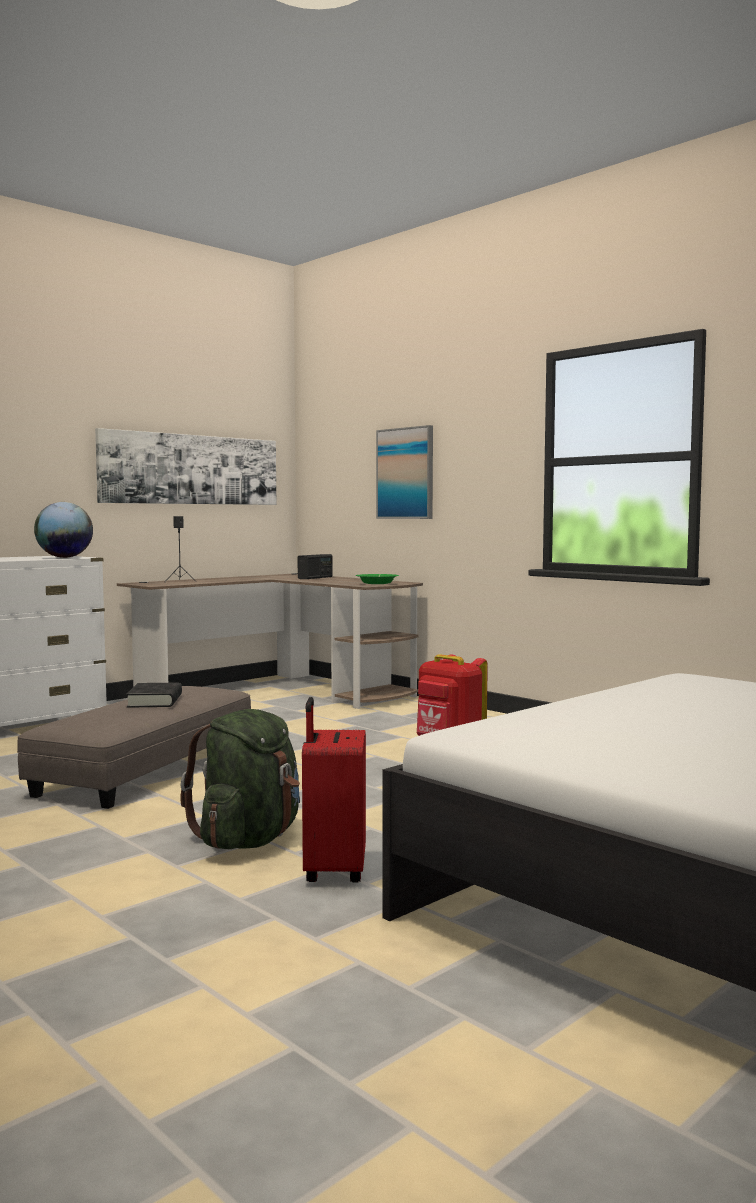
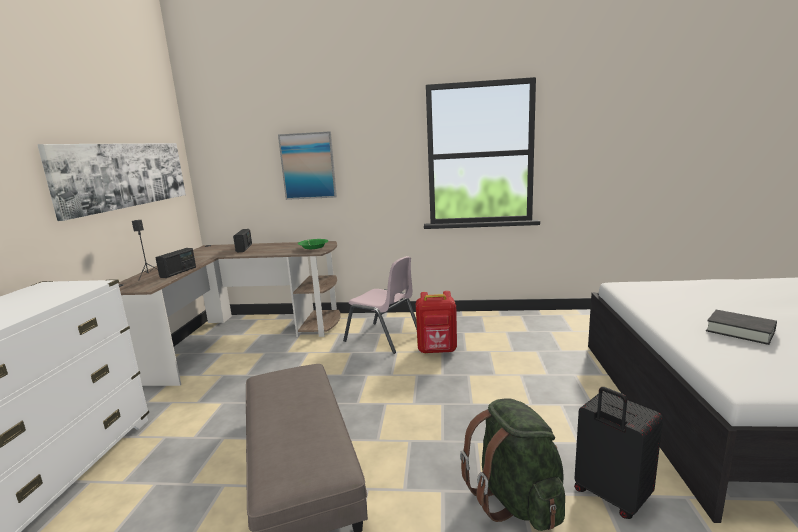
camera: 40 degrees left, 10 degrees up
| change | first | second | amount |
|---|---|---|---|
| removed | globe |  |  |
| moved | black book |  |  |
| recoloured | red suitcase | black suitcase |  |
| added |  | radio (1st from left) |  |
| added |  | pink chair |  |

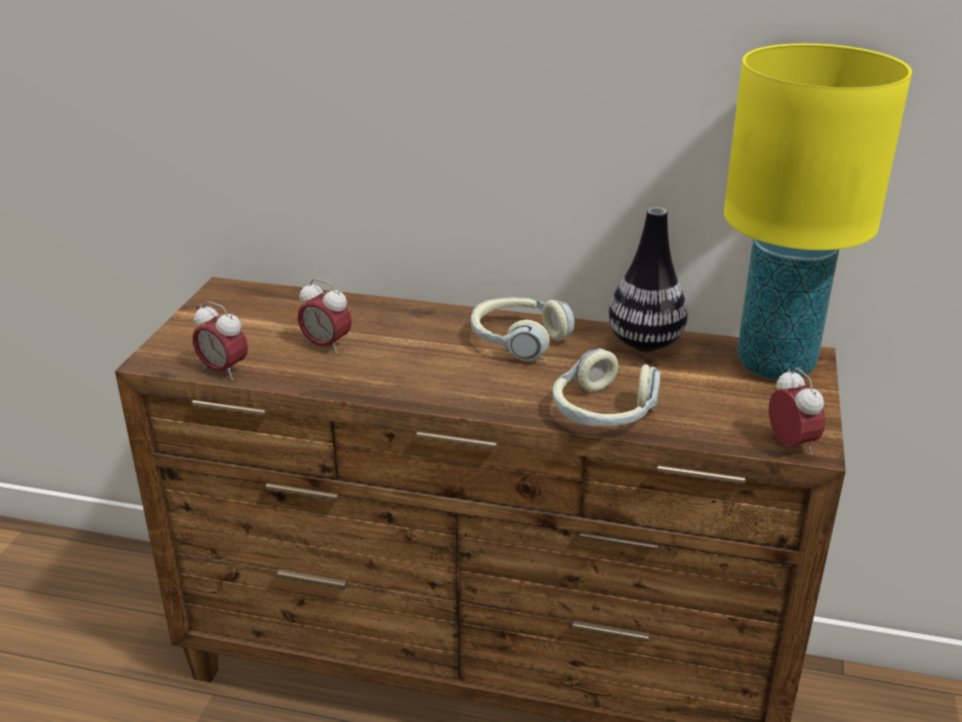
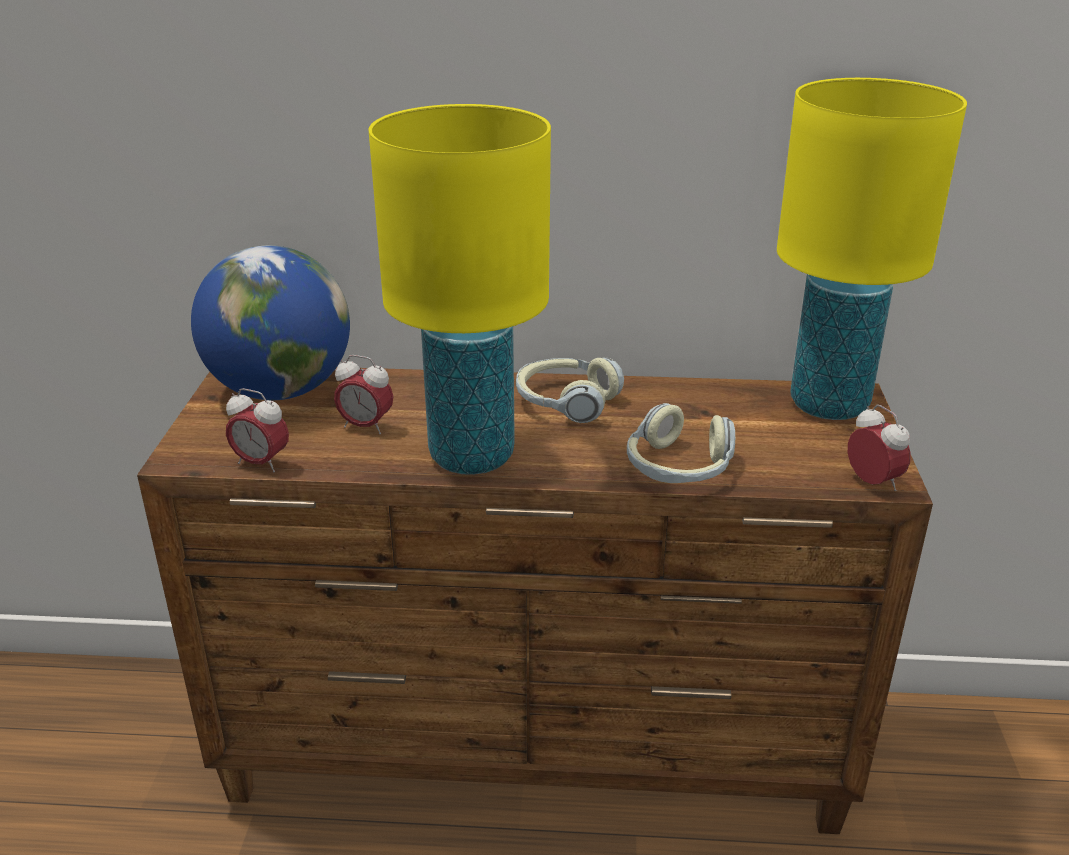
camera: 10 degrees left, 0 degrees up
| change | first | second | amount |
|---|---|---|---|
| removed | vase |  |  |
| added |  | yellow table lamp (1st from left) |  |
| added |  | globe |  |

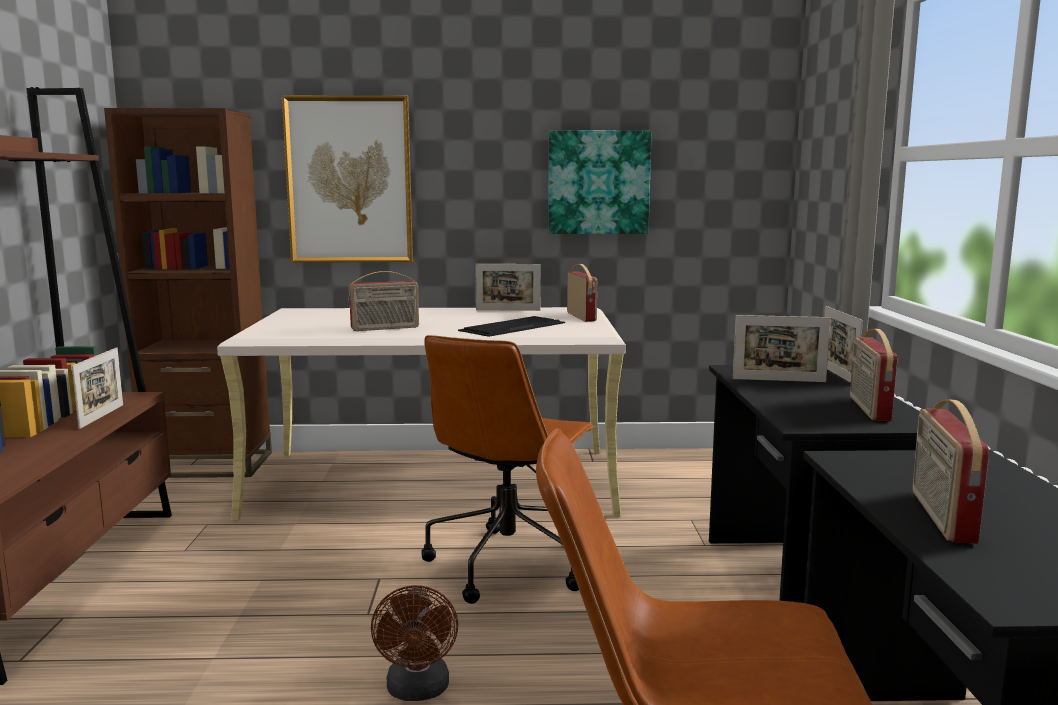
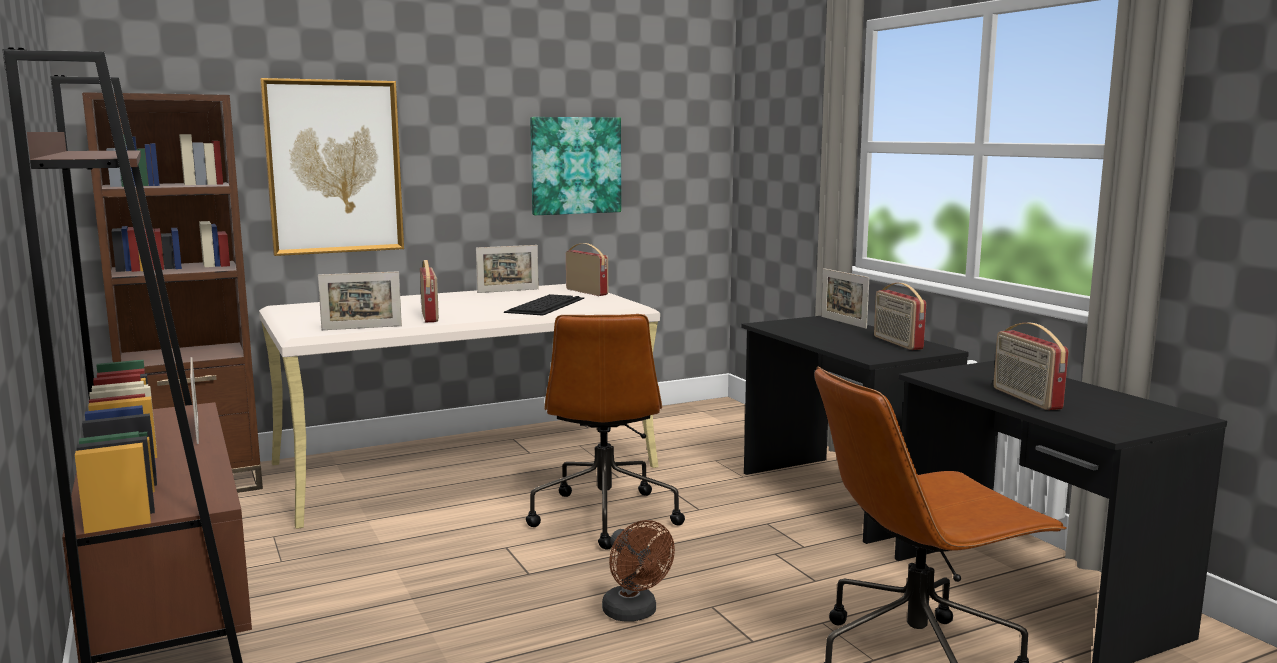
camera: 25 degrees left, 0 degrees up
| change | first | second | amount |
|---|---|---|---|
| turned | radio (1st from left) |  | 60 degrees counterclockwise |
| moved | picture frame (3rd from left in the first image) | picture frame (2nd from left) |  |

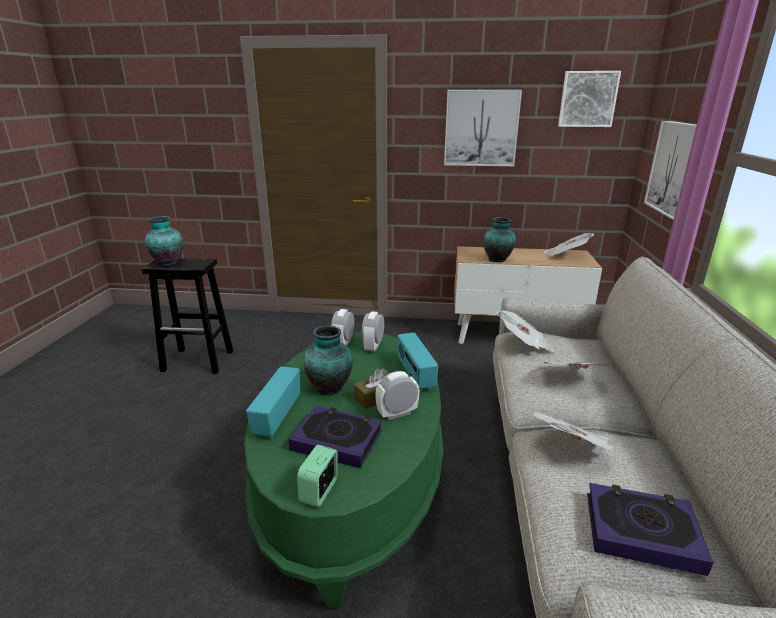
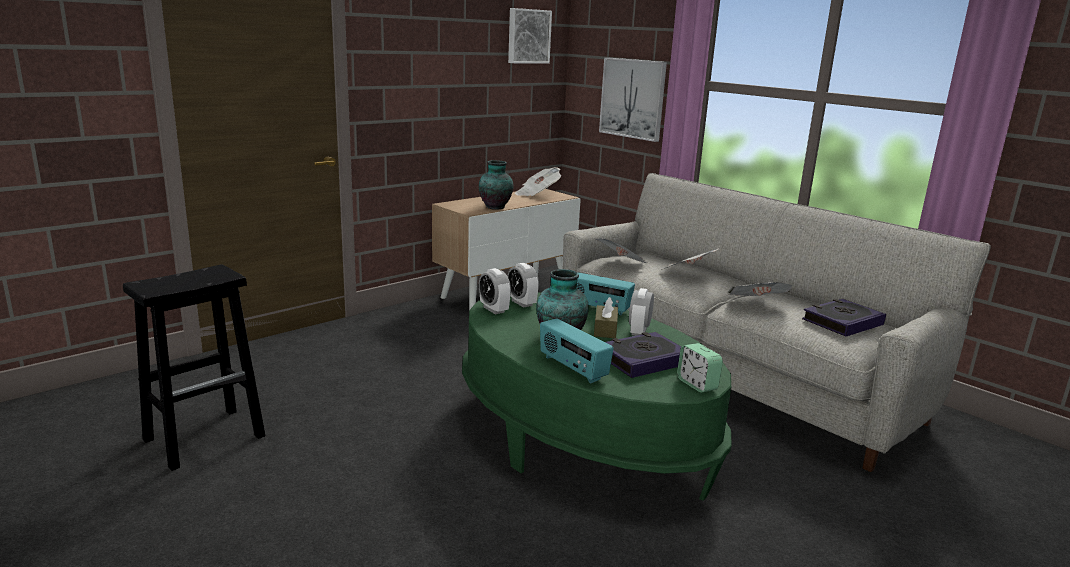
camera: 50 degrees left, 5 degrees down
| change | first | second | amount |
|---|---|---|---|
| removed | picture (1st from left) |  |  |
| removed | vase (1st from left) |  |  |

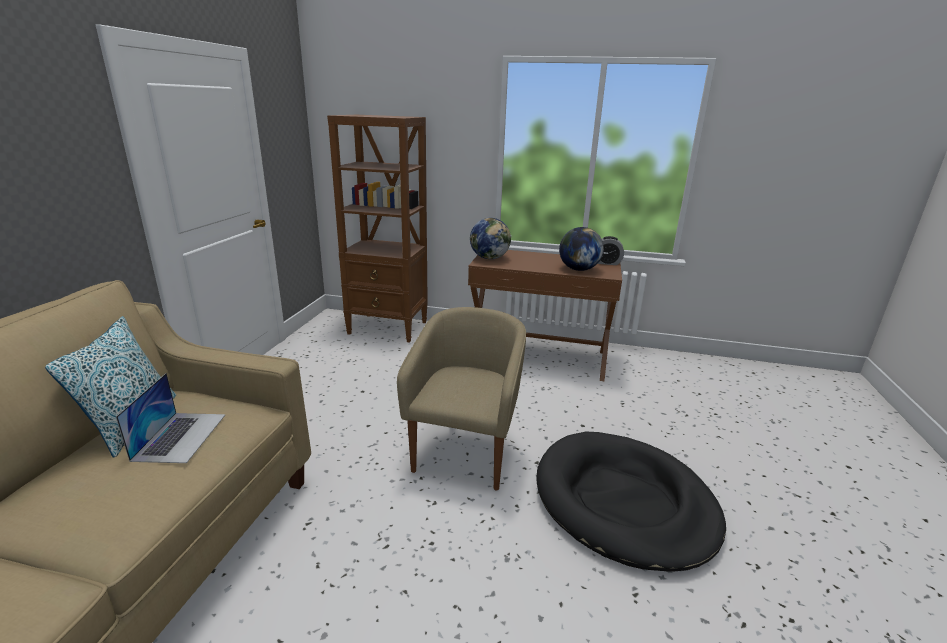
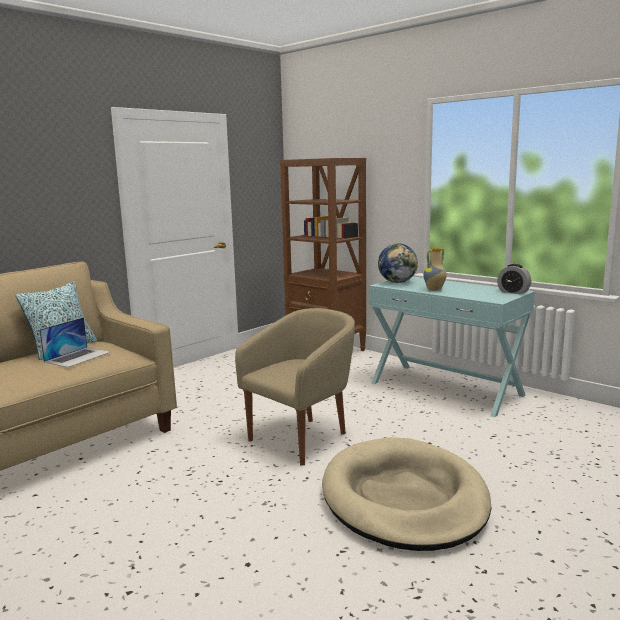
camera: 30 degrees right, 10 degrees down
| change | first | second | amount |
|---|---|---|---|
| removed | globe (2nd from left) |  |  |
| recoloured | brown console table | turquoise console table |  |
| recoloured | black dog bed | beige dog bed |  |
| added |  | vase |  |

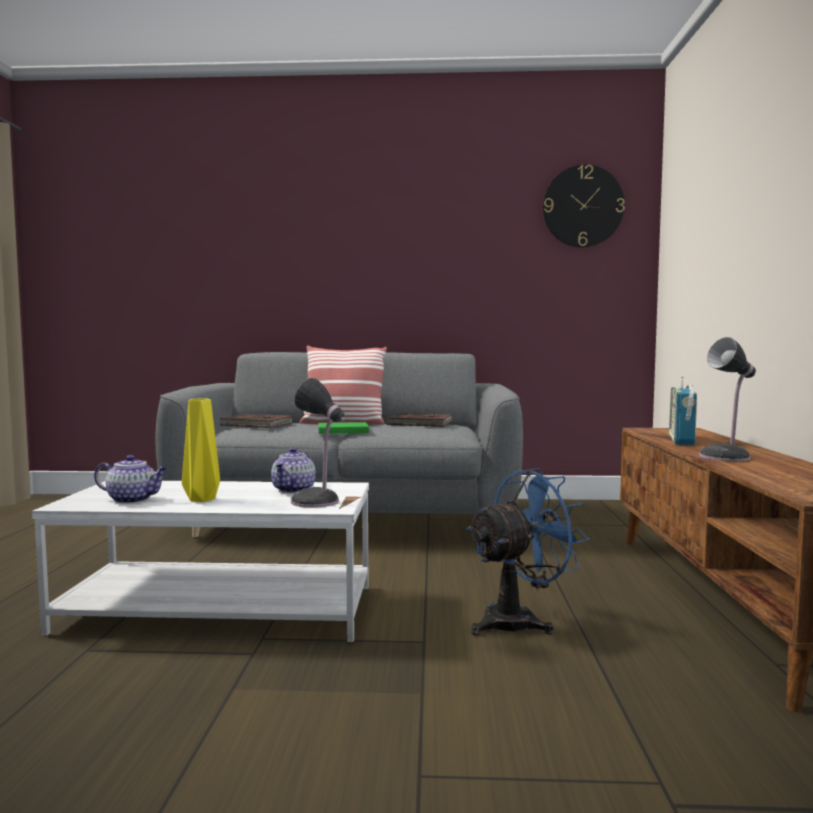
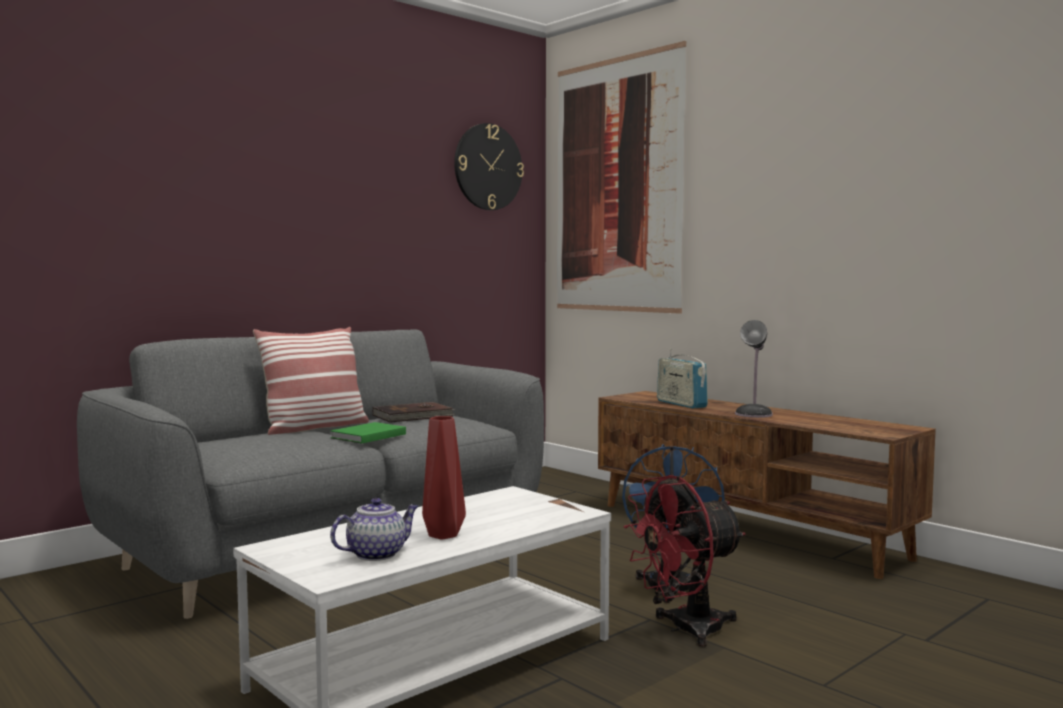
camera: 45 degrees left, 0 degrees up
| change | first | second | amount |
|---|---|---|---|
| removed | table lamp (1st from left) |  |  |
| recoloured | yellow vase | red vase |  |
| removed | brown book (1st from left) |  |  |
| removed | teapot (2nd from left) |  |  |
| added |  | picture |  |
| added |  | red fan |  |

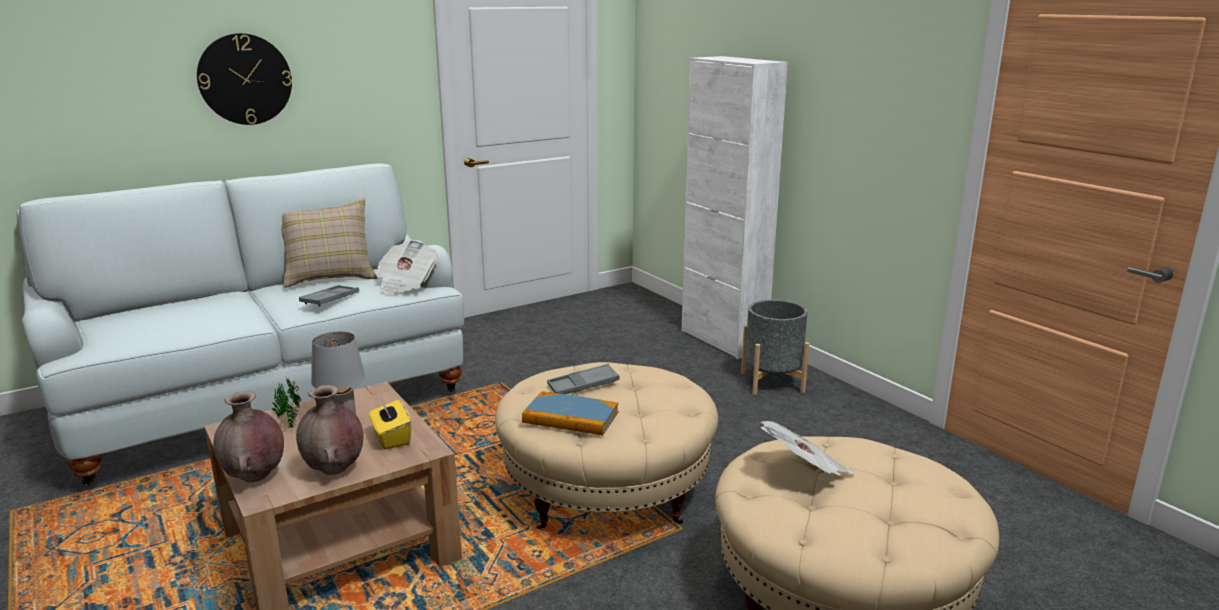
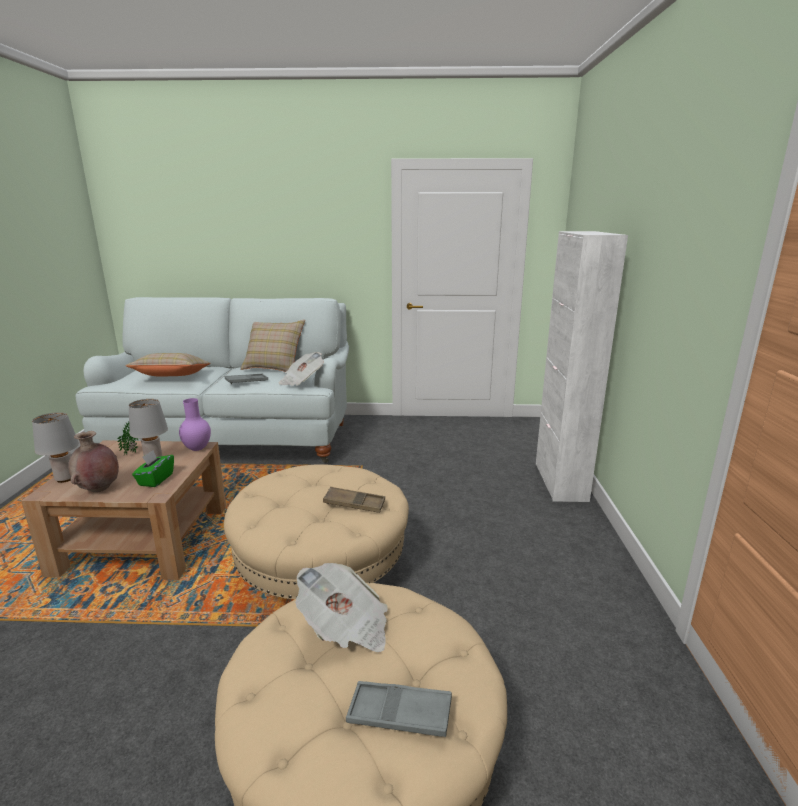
camera: 35 degrees right, 0 degrees up
| change | first | second | amount |
|---|---|---|---|
| removed | wall clock |  |  |
| removed | grey planter |  |  |
| moved | grey tray (2nd from left) |  |  |
| replaced | brown vase (1st from left) | grey table lamp (1st from left) |  |
| removed | book |  |  |
| recoloured | yellow tissue box | green tissue box |  |
| added |  | beige pillow (1st from left) |  |
| added |  | purple vase |  |
| added |  | brown tray |  |

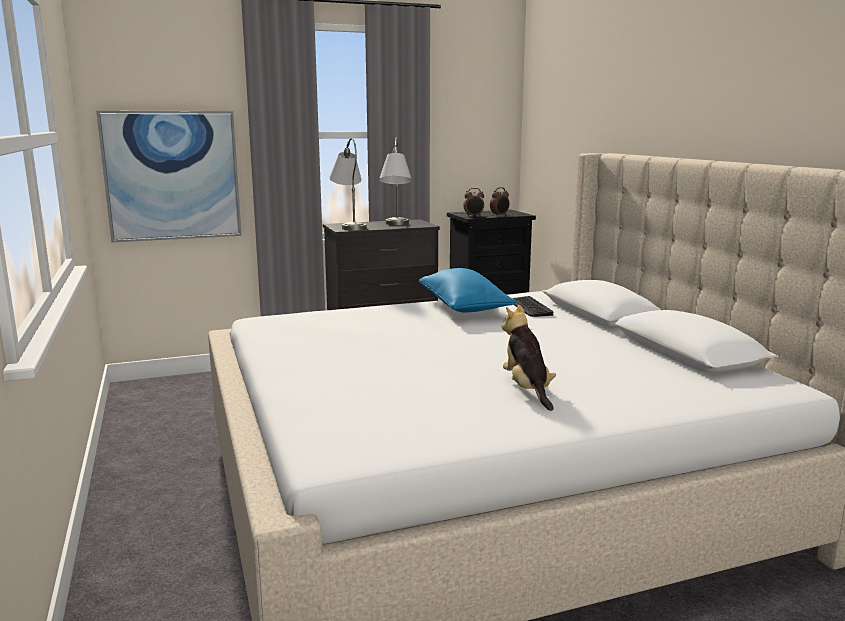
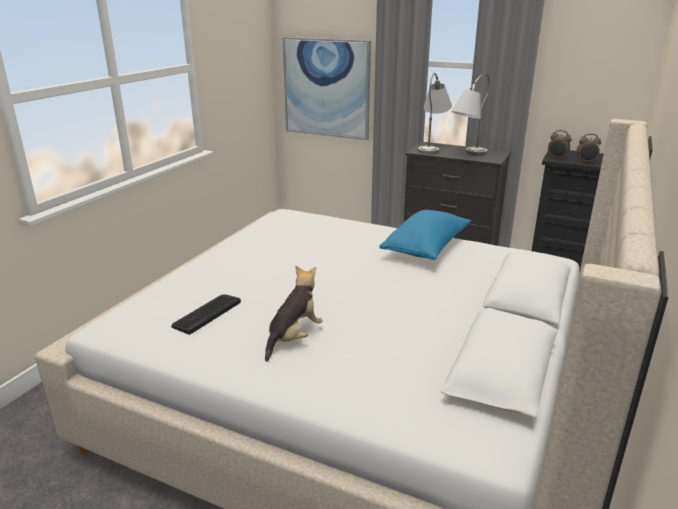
camera: 45 degrees right, 10 degrees up
| change | first | second | amount |
|---|---|---|---|
| moved | keyboard |  |  |

